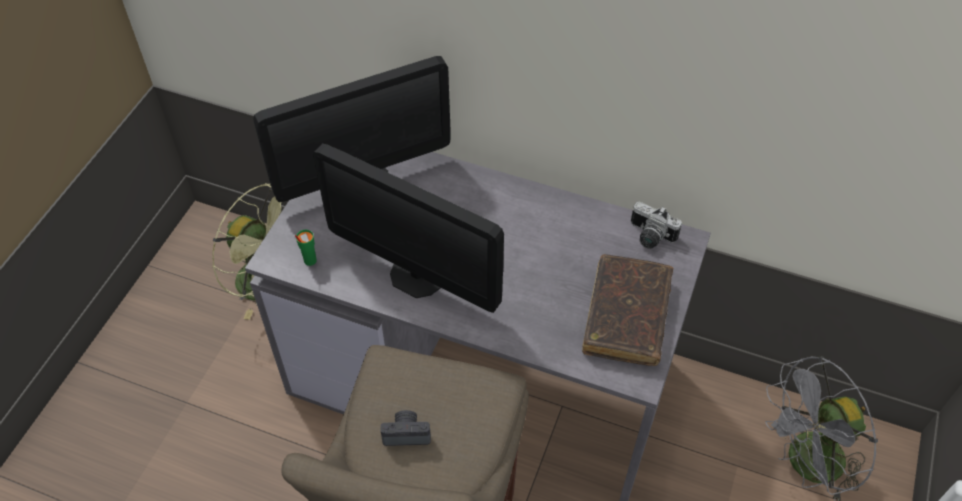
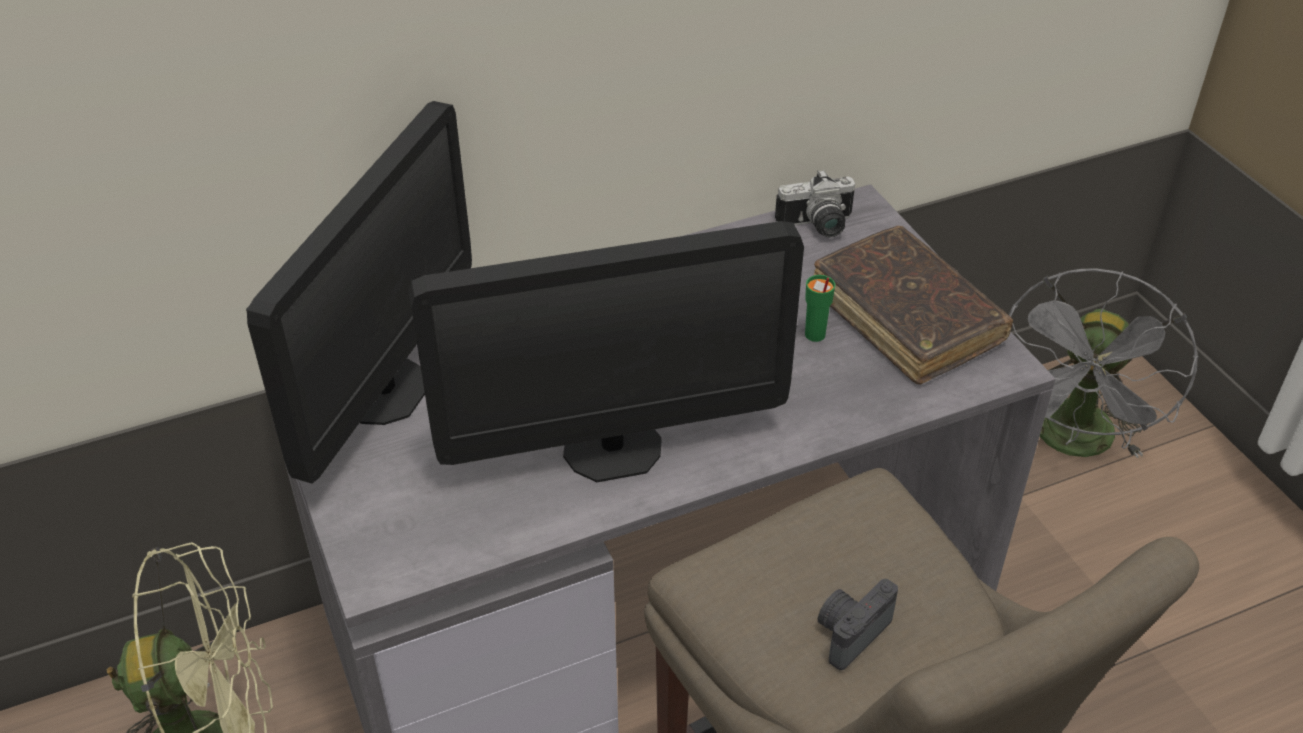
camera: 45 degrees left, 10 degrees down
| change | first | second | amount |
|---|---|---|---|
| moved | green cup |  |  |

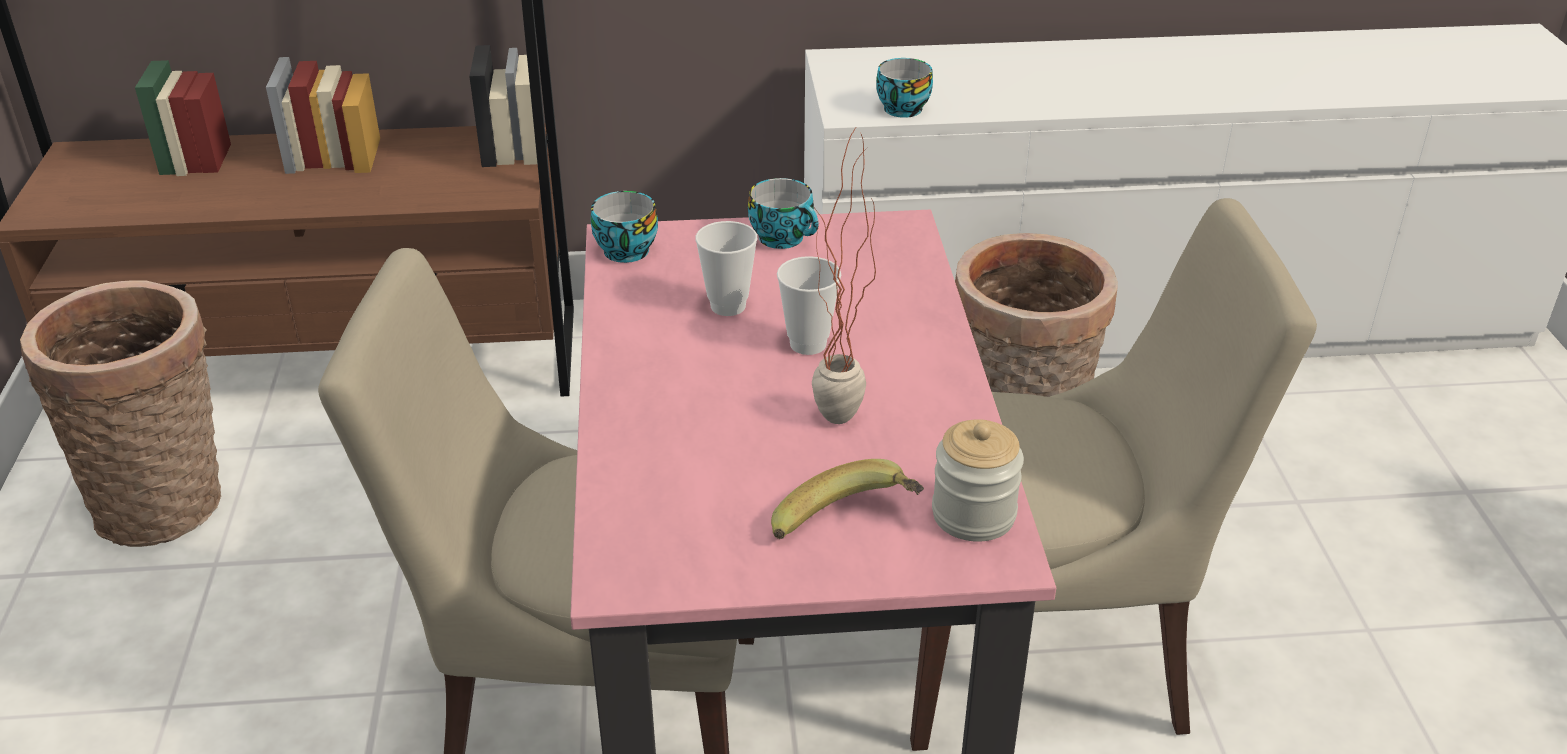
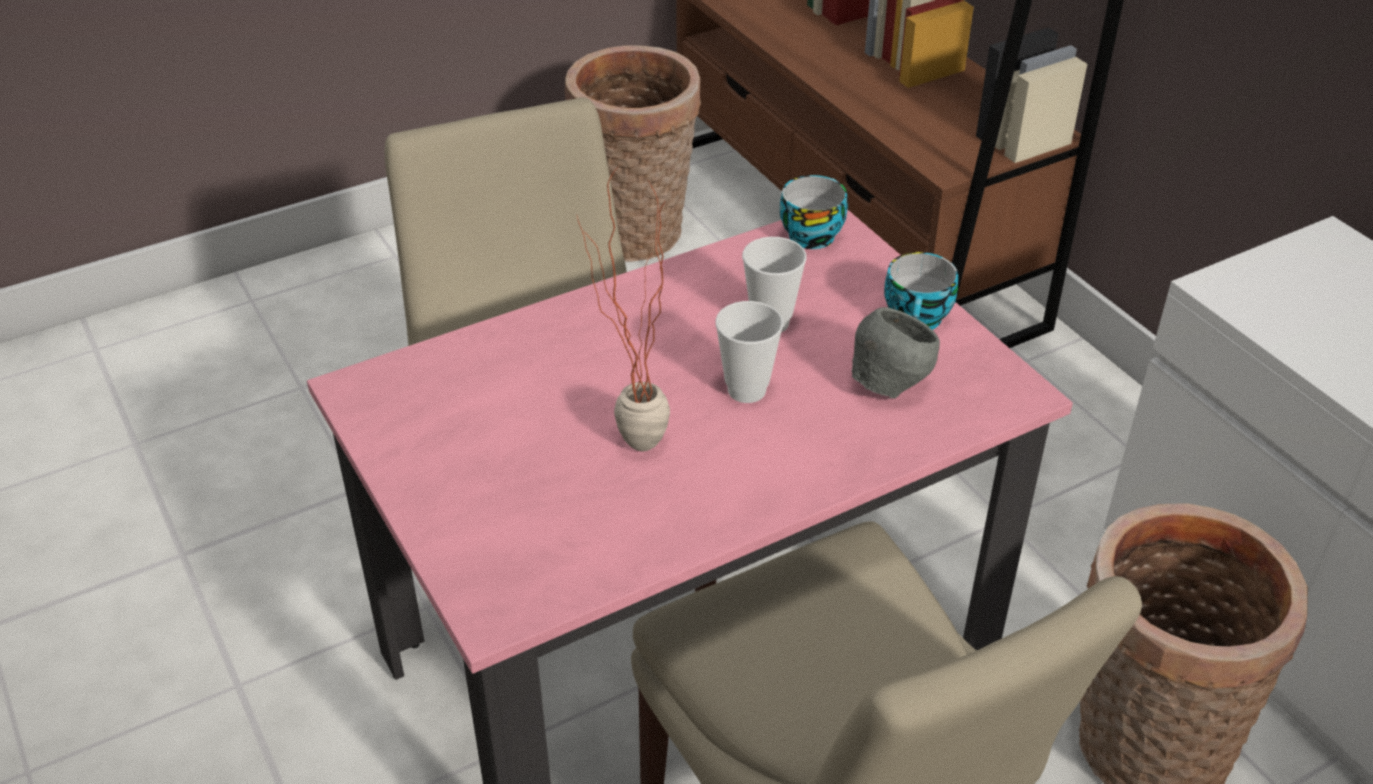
camera: 65 degrees right, 5 degrees up
| change | first | second | amount |
|---|---|---|---|
| removed | cup (5th from left) |  |  |
| removed | jar |  |  |
| removed | banana |  |  |
| added |  | grey bowl |  |

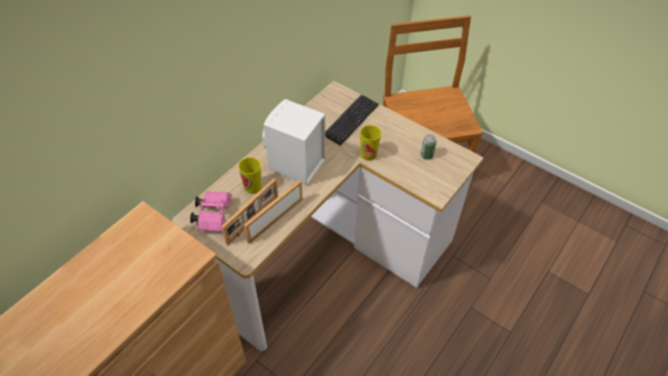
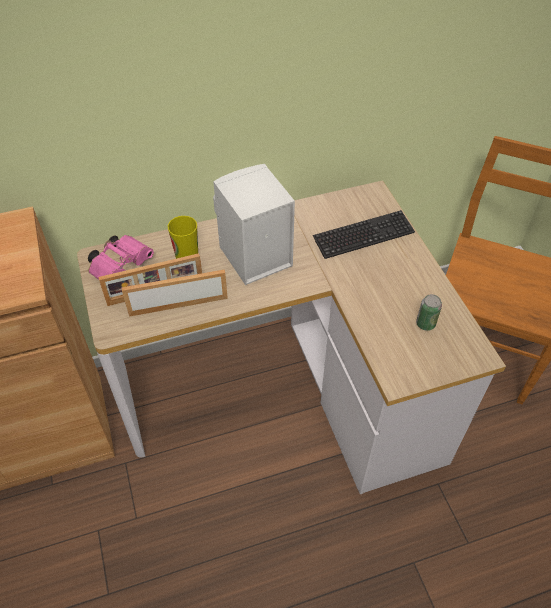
camera: 35 degrees right, 0 degrees up
| change | first | second | amount |
|---|---|---|---|
| removed | cup (2nd from left) |  |  |

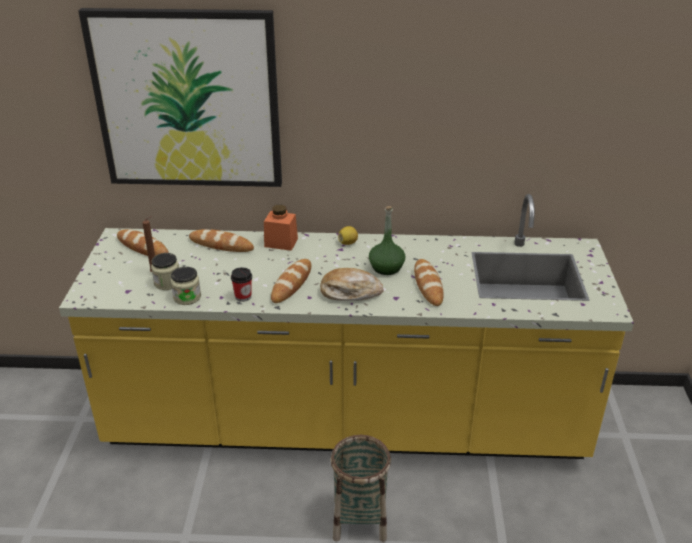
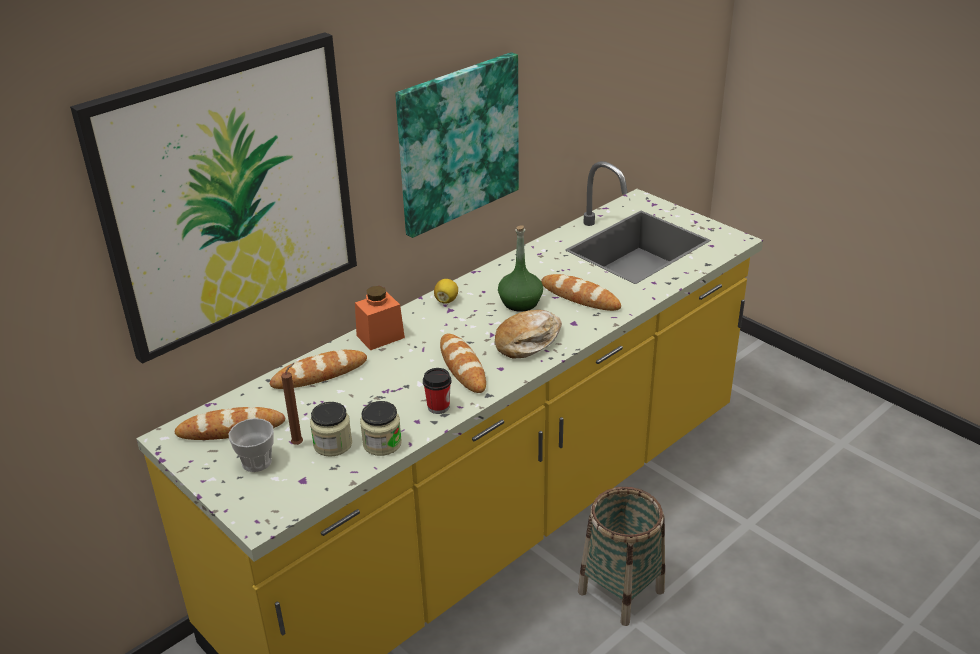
camera: 45 degrees left, 0 degrees up
| change | first | second | amount |
|---|---|---|---|
| added |  | picture (2nd from left) |  |
| added |  | cup (1st from left) |  |

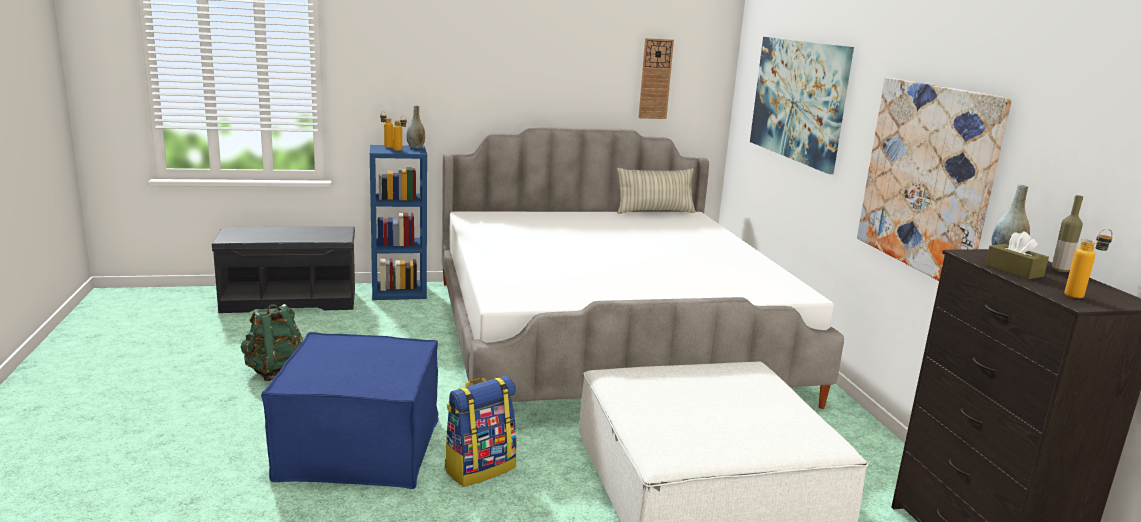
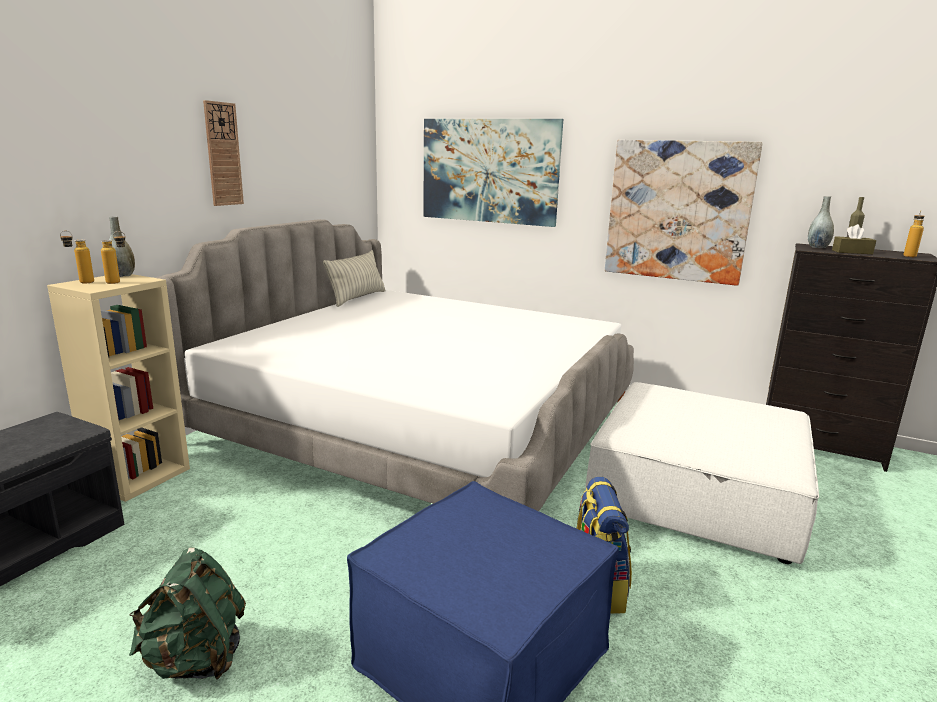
camera: 50 degrees left, 0 degrees up
| change | first | second | amount |
|---|---|---|---|
| moved | wall clock |  |  |
| recoloured | blue bookcase | beige bookcase |  |

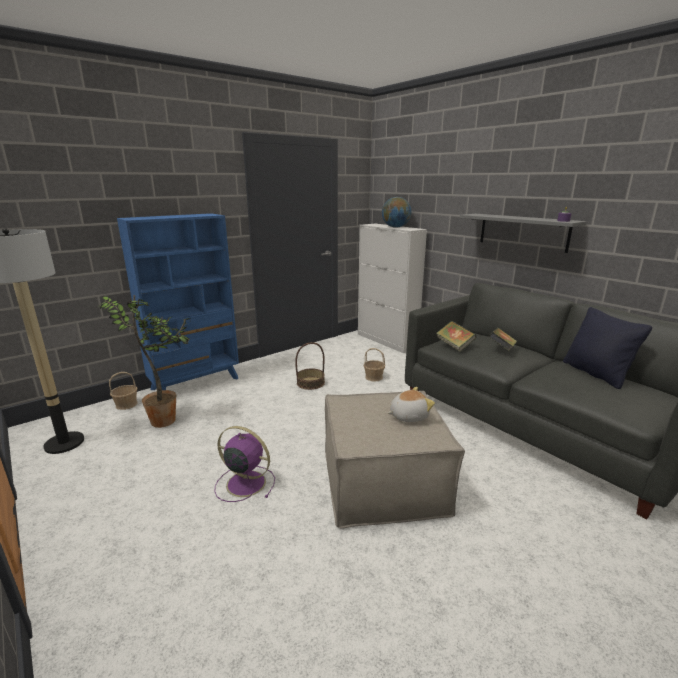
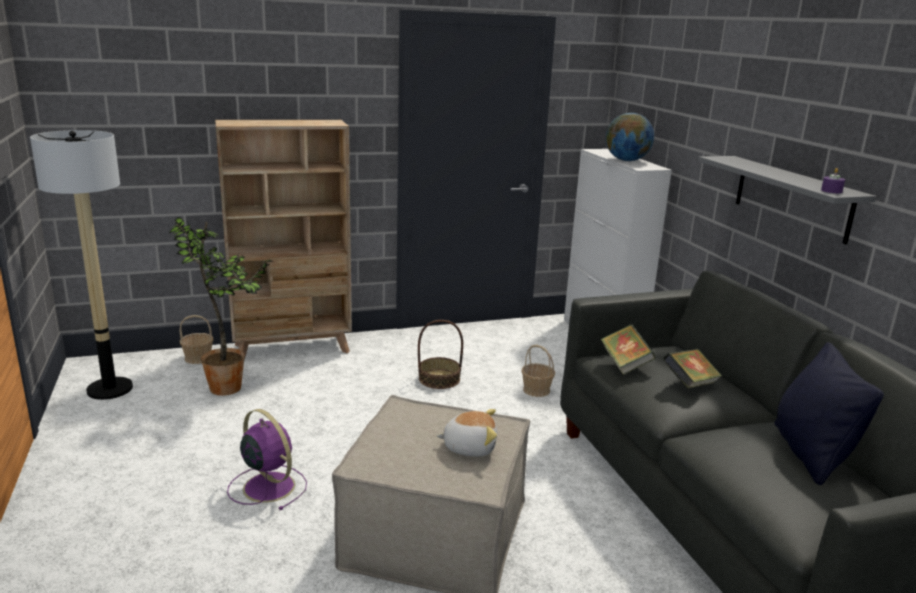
camera: 20 degrees right, 0 degrees up
| change | first | second | amount |
|---|---|---|---|
| recoloured | blue bookcase | beige bookcase |  |

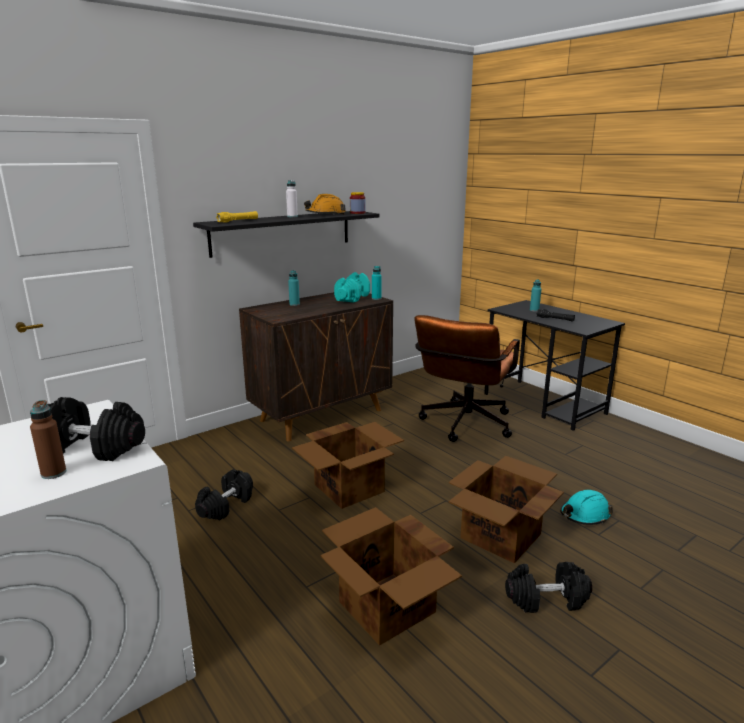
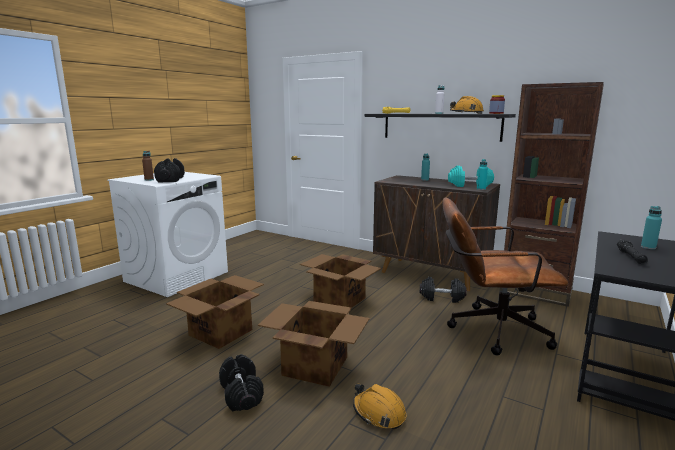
camera: 70 degrees right, 5 degrees down
| change | first | second | amount |
|---|---|---|---|
| moved | black dumbbell (2nd from left in the first image) | black dumbbell (3rd from left) |  |
| recoloured | turquoise hard hat | orange hard hat (1st from left) |  |
| added |  | brown bookcase |  |

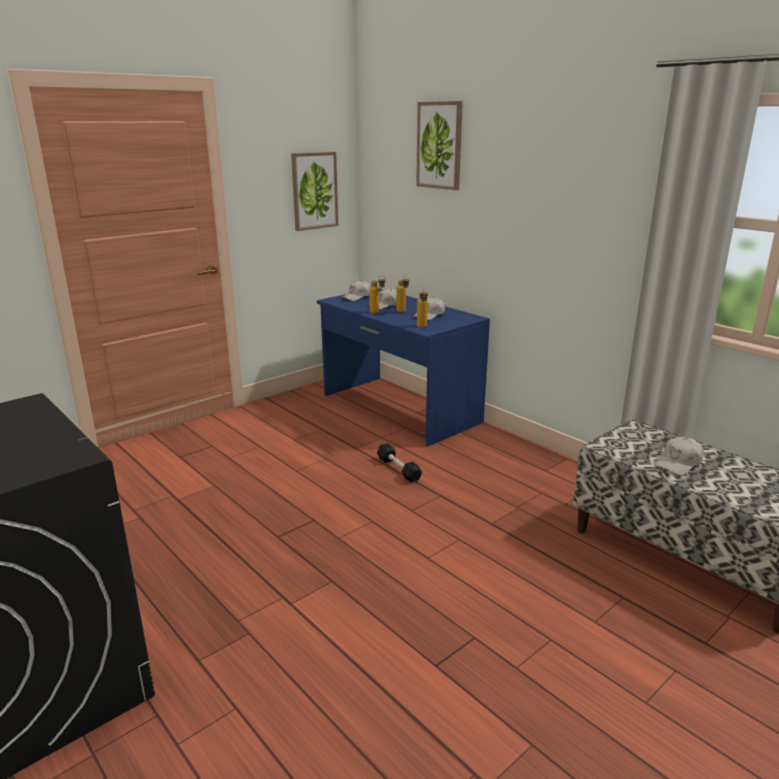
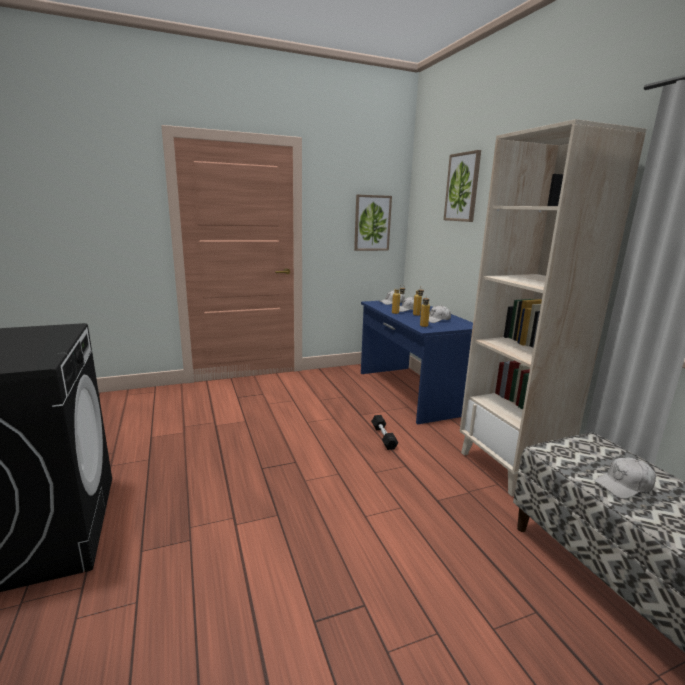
camera: 20 degrees right, 5 degrees down
| change | first | second | amount |
|---|---|---|---|
| added |  | beige bookcase |  |

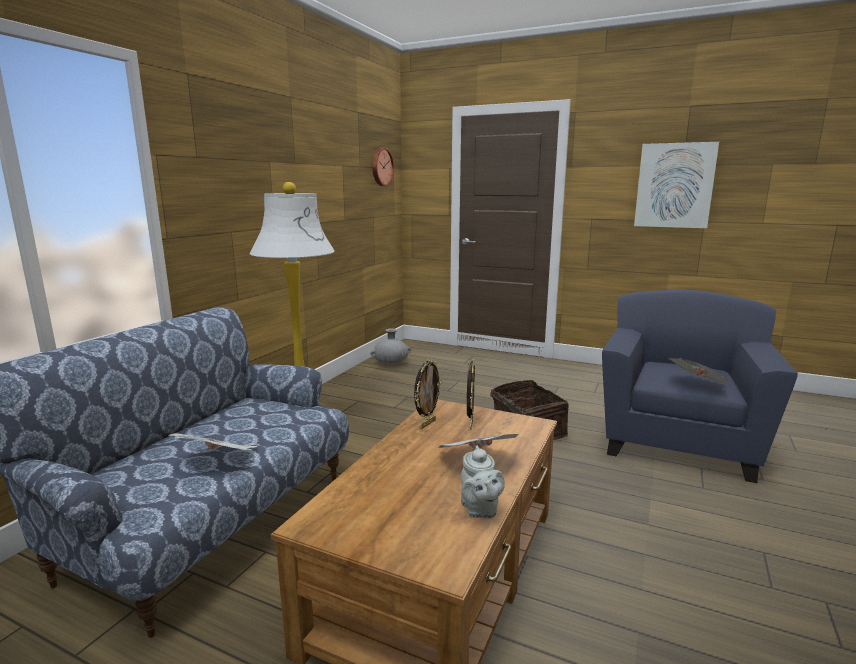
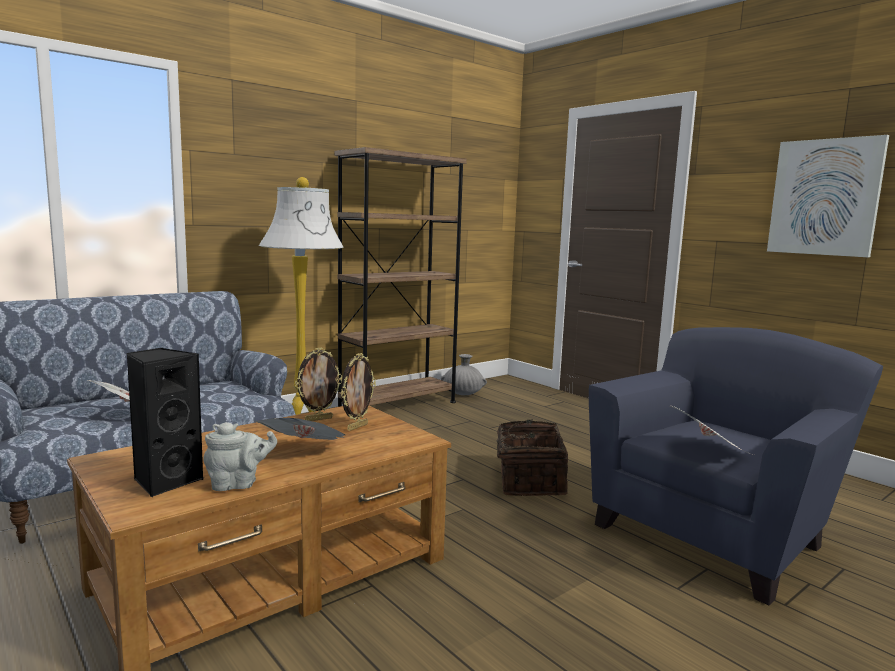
camera: 25 degrees right, 5 degrees down
| change | first | second | amount |
|---|---|---|---|
| removed | wall clock |  |  |
| turned | grey teapot |  | 120 degrees counterclockwise |
| added |  | brown bookcase |  |
| added |  | black speaker |  |

